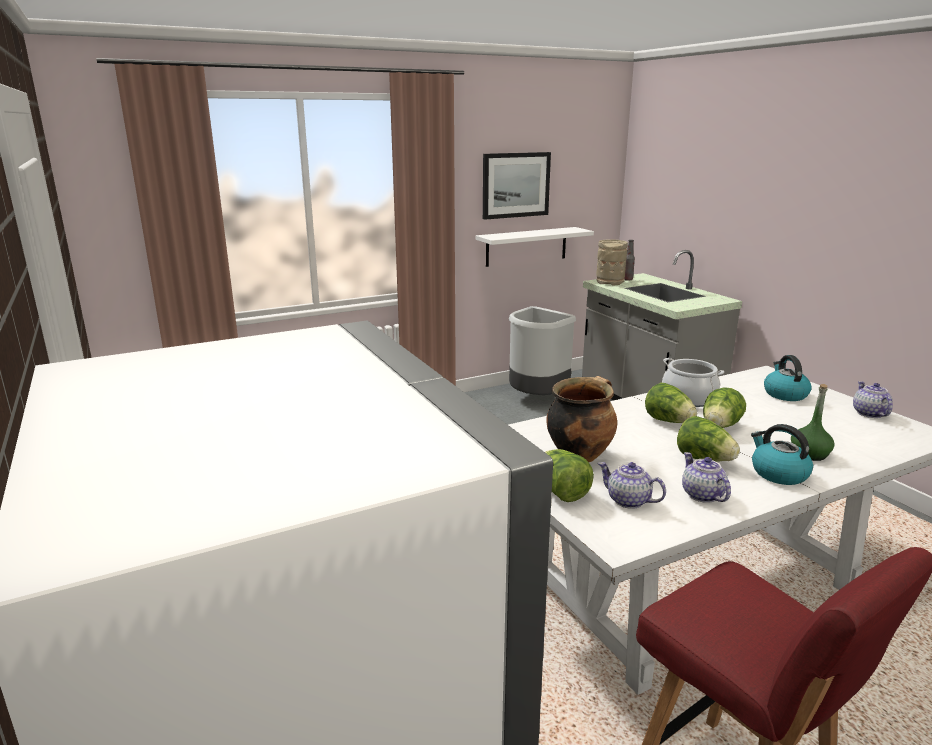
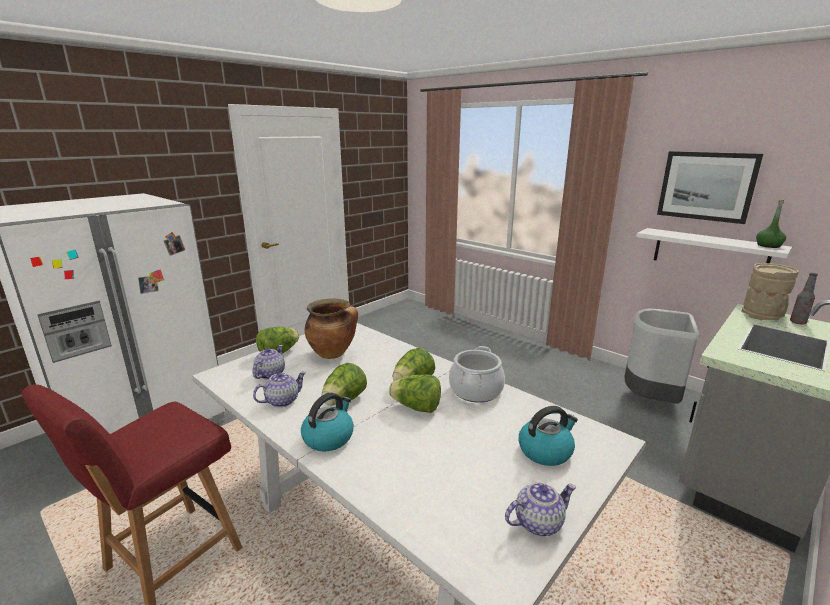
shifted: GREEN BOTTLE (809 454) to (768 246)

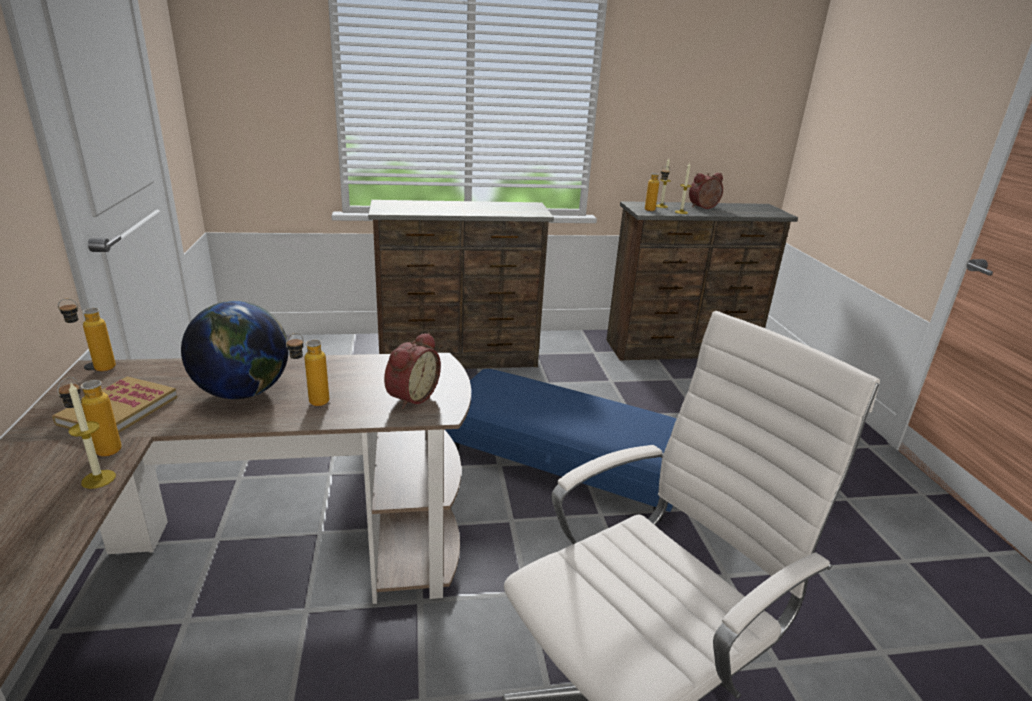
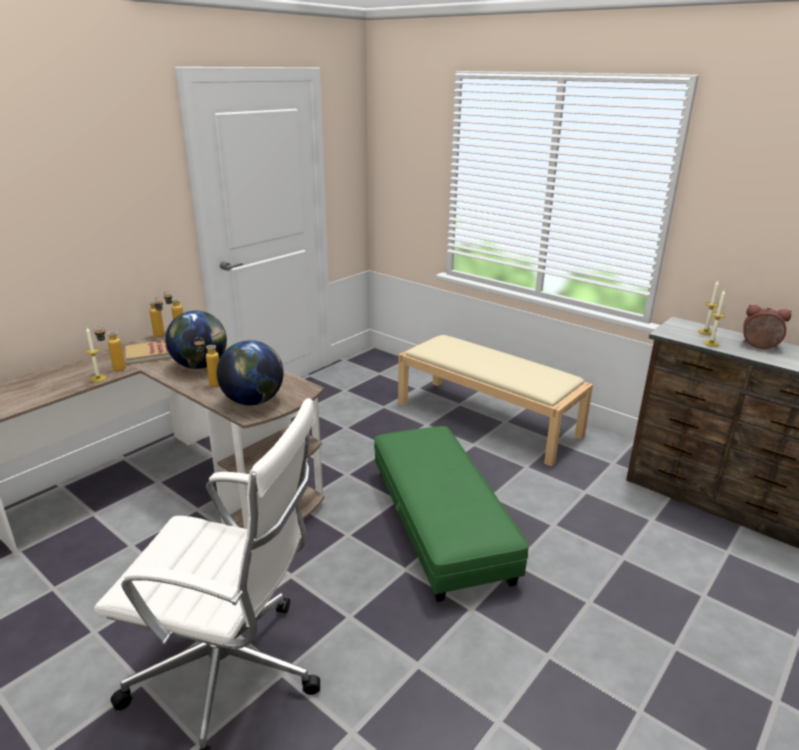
shifted: BOTTLE (654 210) to (161 337)
swapped: ALARM CLOCK (410 397) to GLOBE (253 401); BROWN DRESSER (459 358) to BEIGE BENCH (488 419)
repainted: BLUE OTTOMAN (564 462) to GREEN OTTOMAN (440 524)

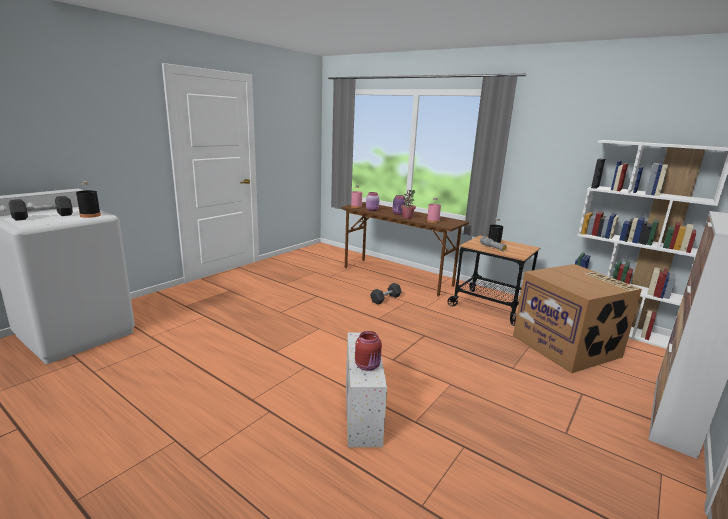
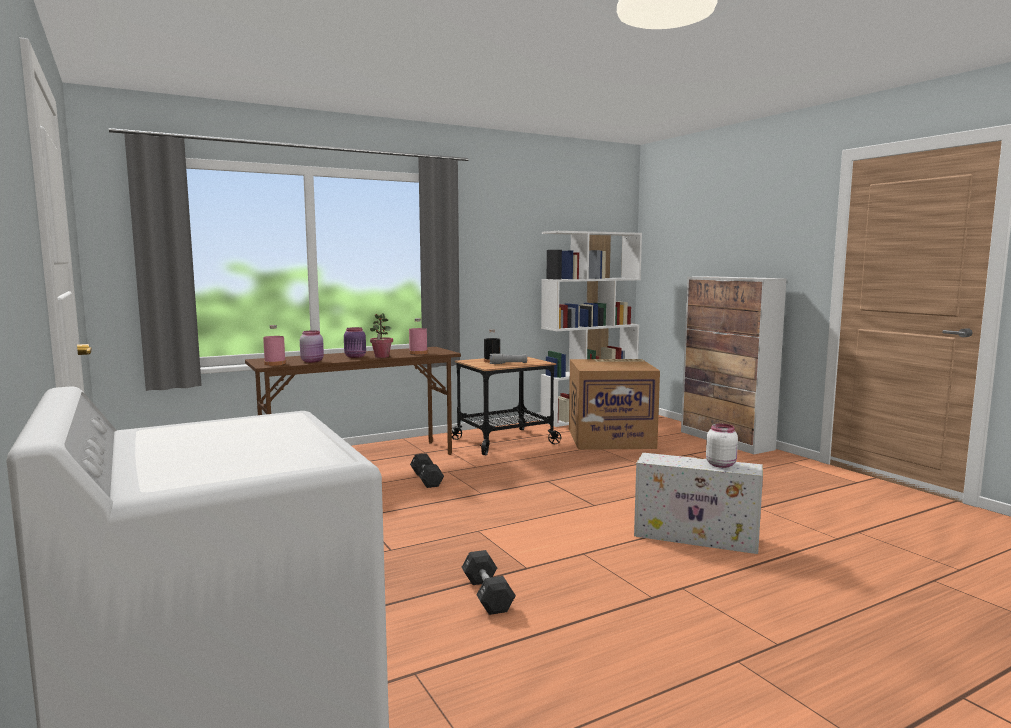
gone: BLACK BOTTLE (90 215)
shifted: BLACK DUMBBELL (43 216) to (487 595)
repainted: RED JAR (368 366) to WHITE JAR (721 464)

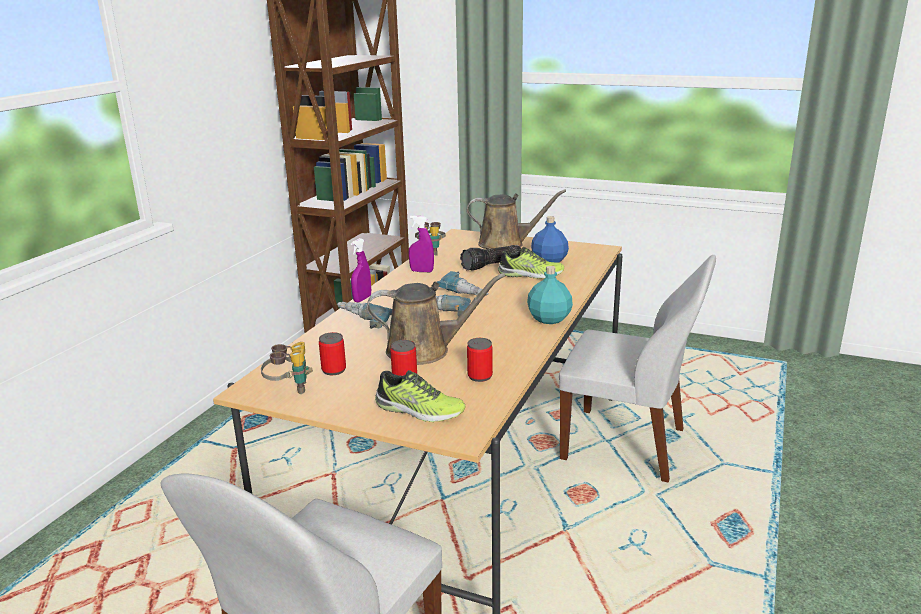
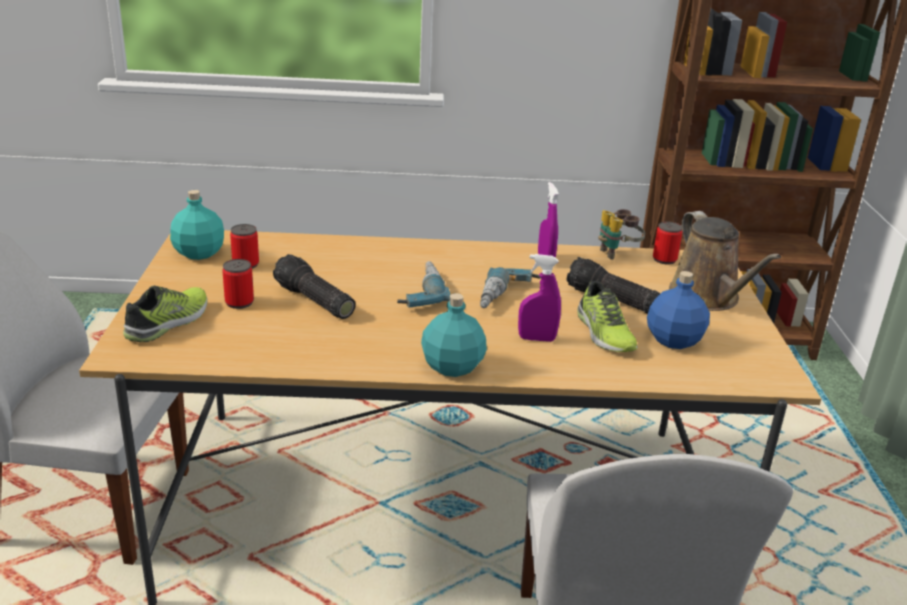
gone: POWER DRILL (358 322)
shifted: PURPLE SPRAY BOTTLE (362 299) to (536 339); CAN (480 376) to (664 259)
swapped: BINOCULARS (289 389) to TURQUOISE BOTTLE (198 253); BROWN WATERING CAN (424 350) to FLASHLIGHT (313 301)
rotated: SHOE (419 410) = (169 322) 150 degrees counterclockwise

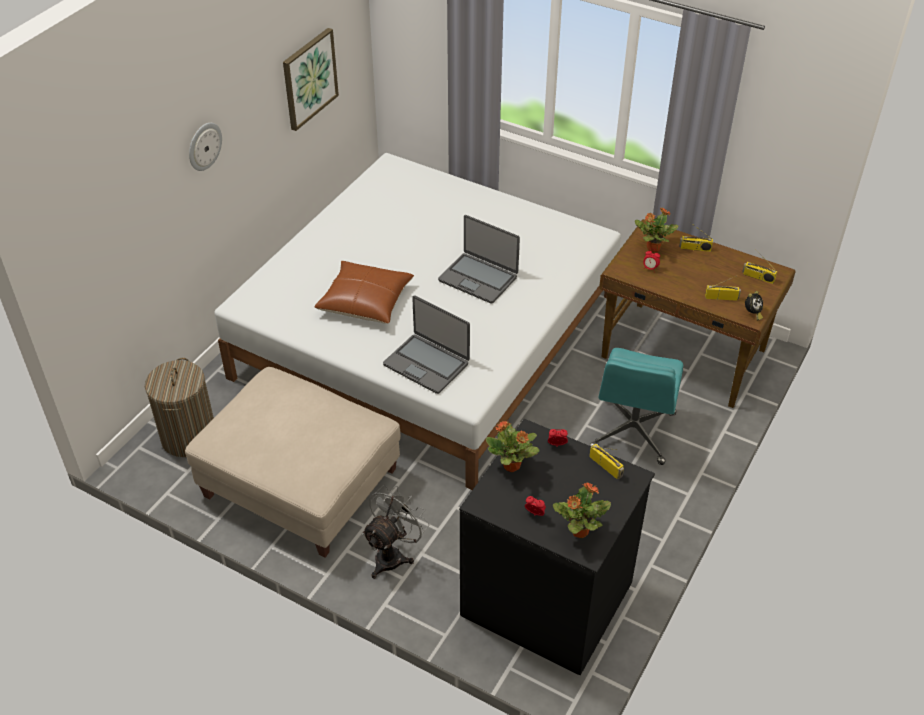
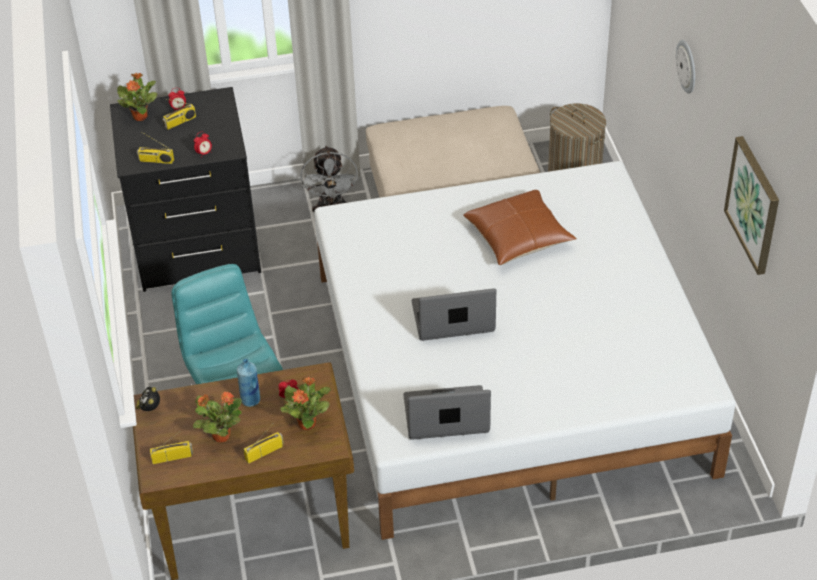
new: BLUE BOTTLE (251 400)
shifted: RADIO (721 297) to (180 122); POTTED PLANT (512 466) to (220 436); LAPTOP (427 364) to (446 416)

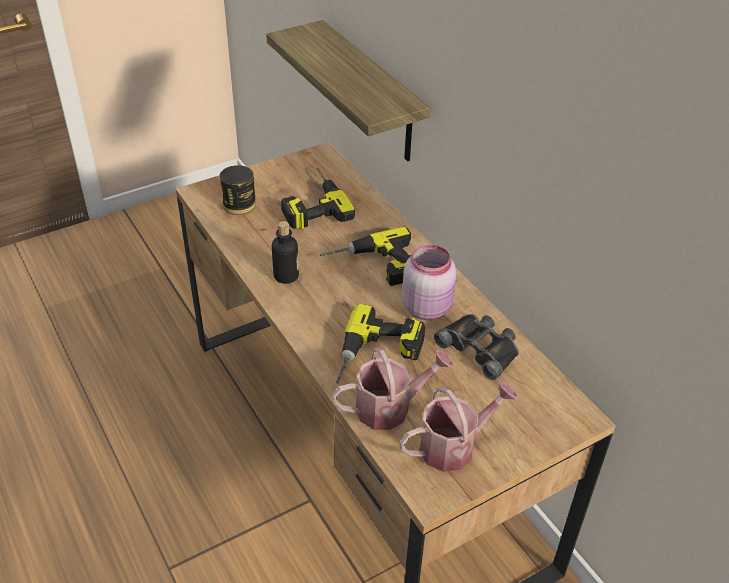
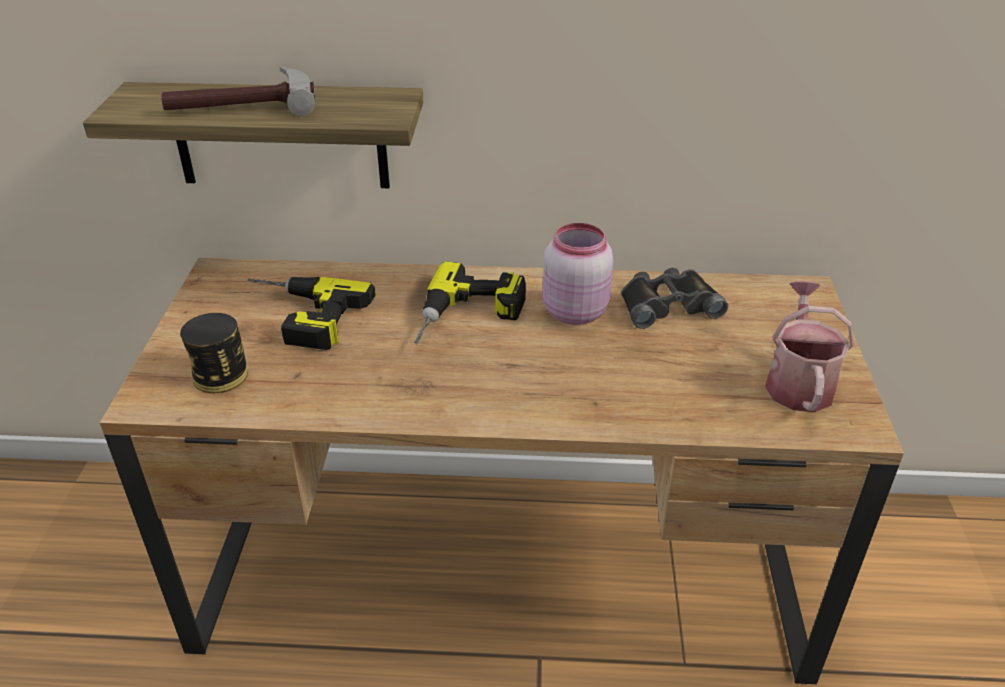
gone: BOTTLE (286 276); WATERING CAN (390 407); POWER DRILL (378 356)
new: HAMMER (242 105)

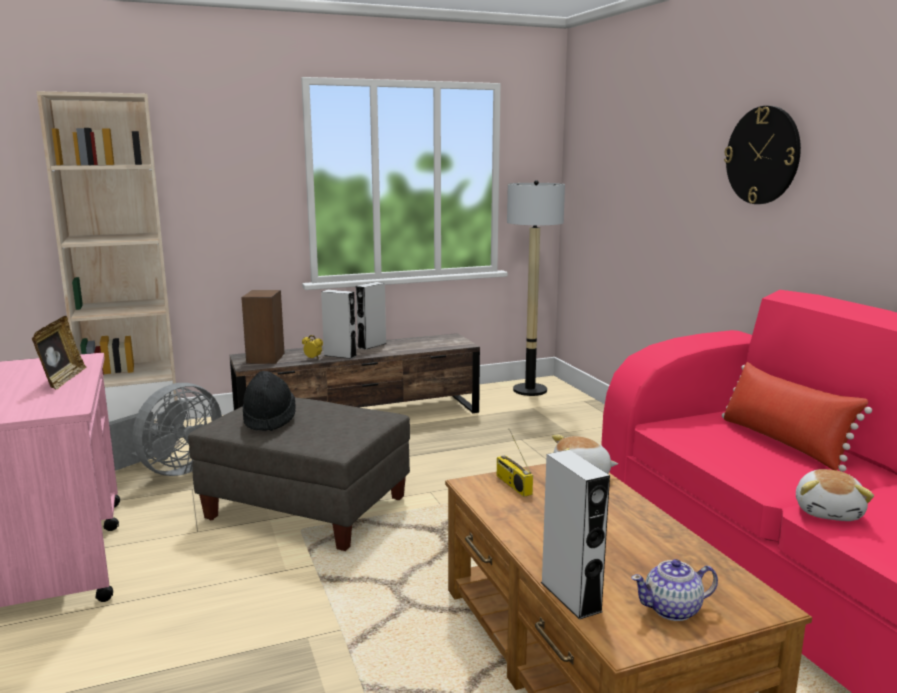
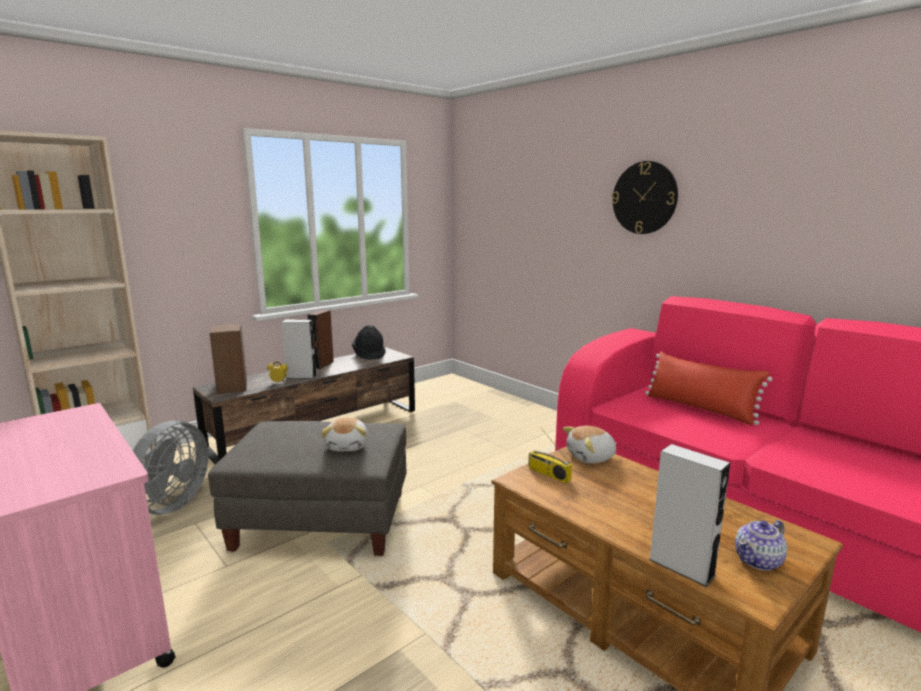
gone: PICTURE FRAME (62 380); FLOOR LAMP (530 390)
shifted: PLUSH TOY (829 512) to (348 446); BLACK HAT (269 420) to (369 355)
repainted: GREY SPEAKER (372 345) to BROWN SPEAKER (322 365)

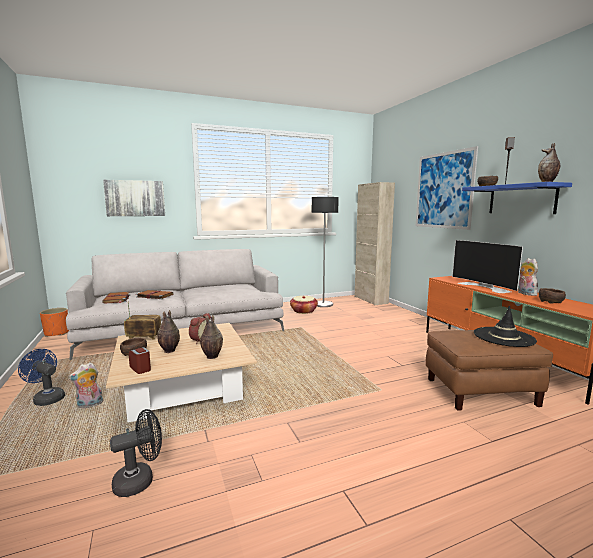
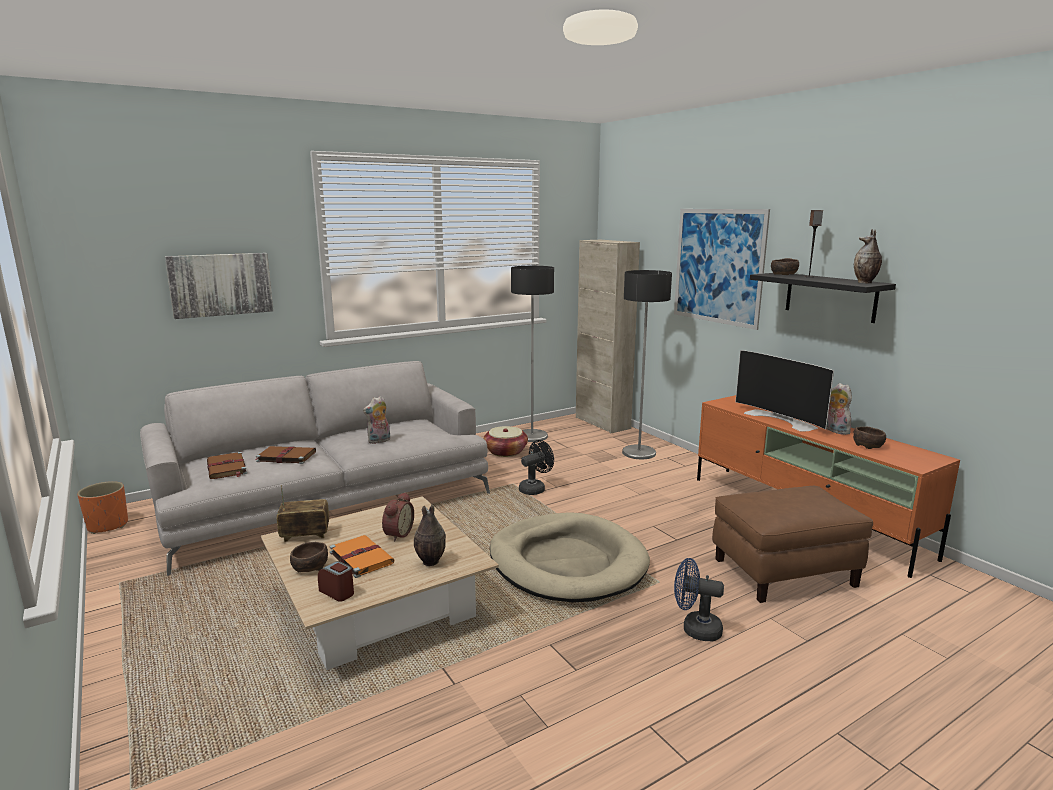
gone: BLACK HAT (503 337)
new: BEIGE DOG BED (567 563); FLOOR LAMP (639 453)
shifted: PLUSH TOY (89 405) to (379 441); BLACK FAN (140 480) to (535 488); BLUE FAN (46 398) to (695 629)
swapped: VASE (169 351) to ORANGE BOOK (360 557)
repainted: BLUE SHELF (521 199) to BLACK SHELF (830 297)

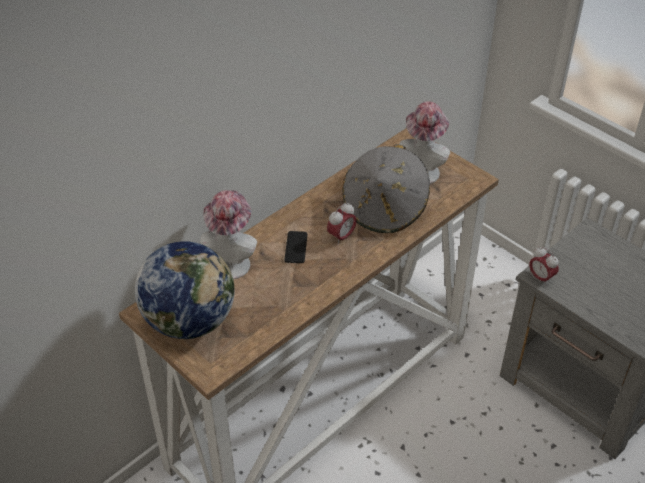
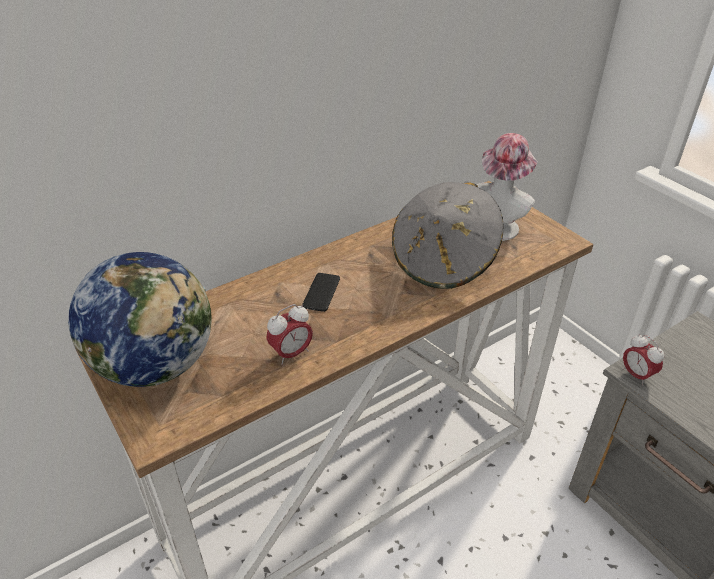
gone: HAT (231 261)
shifted: ALARM CLOCK (341 237) to (291 354)

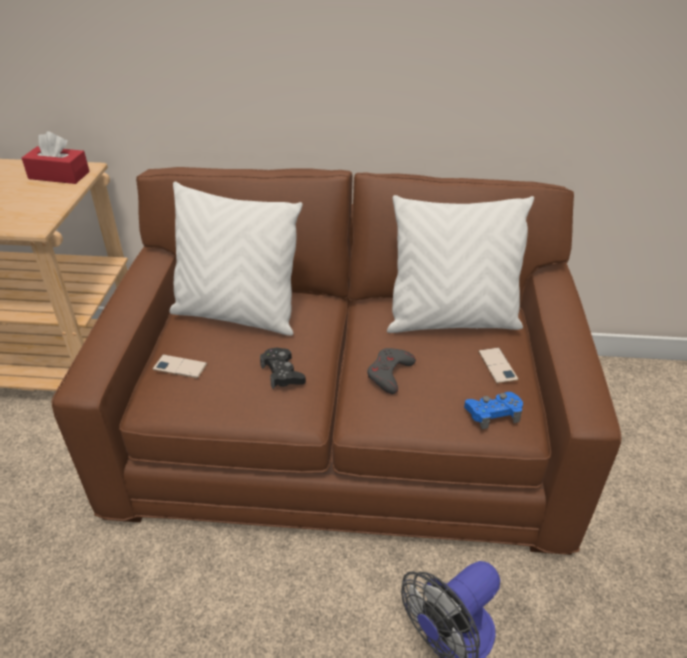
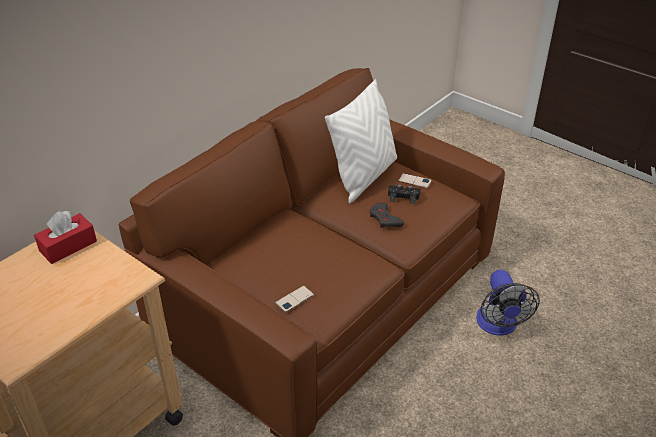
gone: WHITE PILLOW (237 315); BLUE GAME CONTROLLER (493 413)
shifted: BLACK GAME CONTROLLER (282 373) to (403 197)

